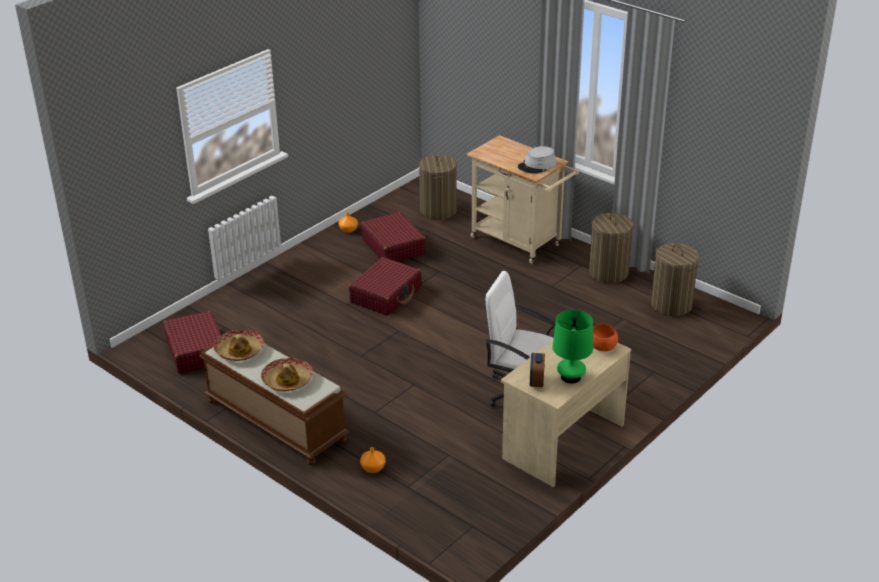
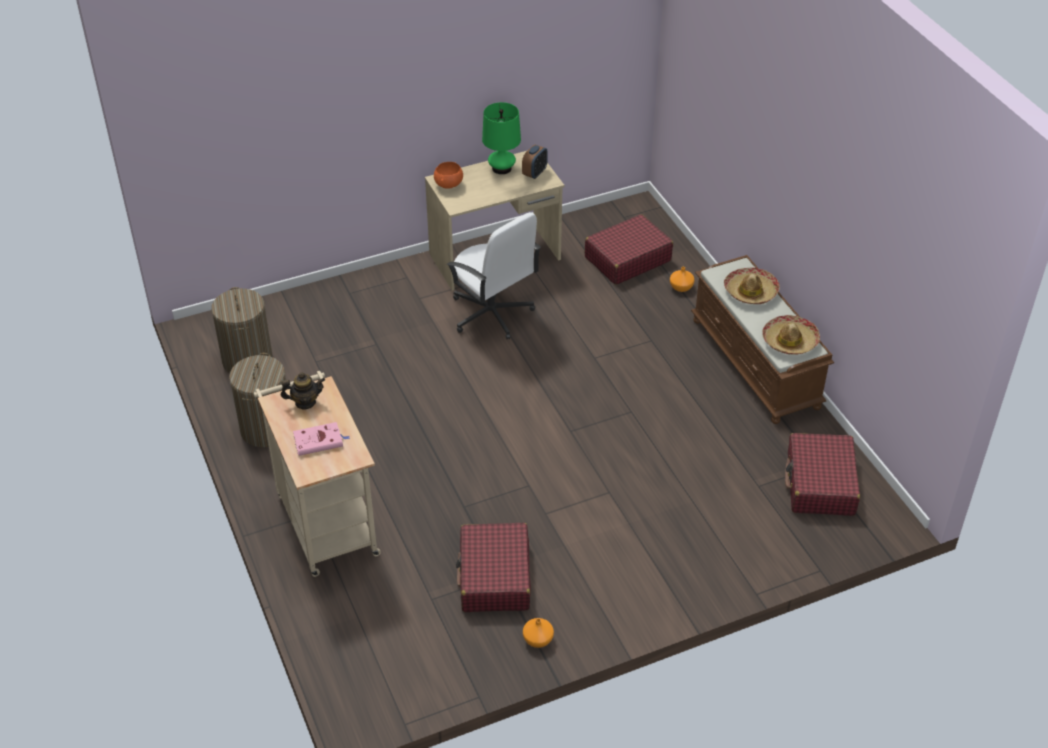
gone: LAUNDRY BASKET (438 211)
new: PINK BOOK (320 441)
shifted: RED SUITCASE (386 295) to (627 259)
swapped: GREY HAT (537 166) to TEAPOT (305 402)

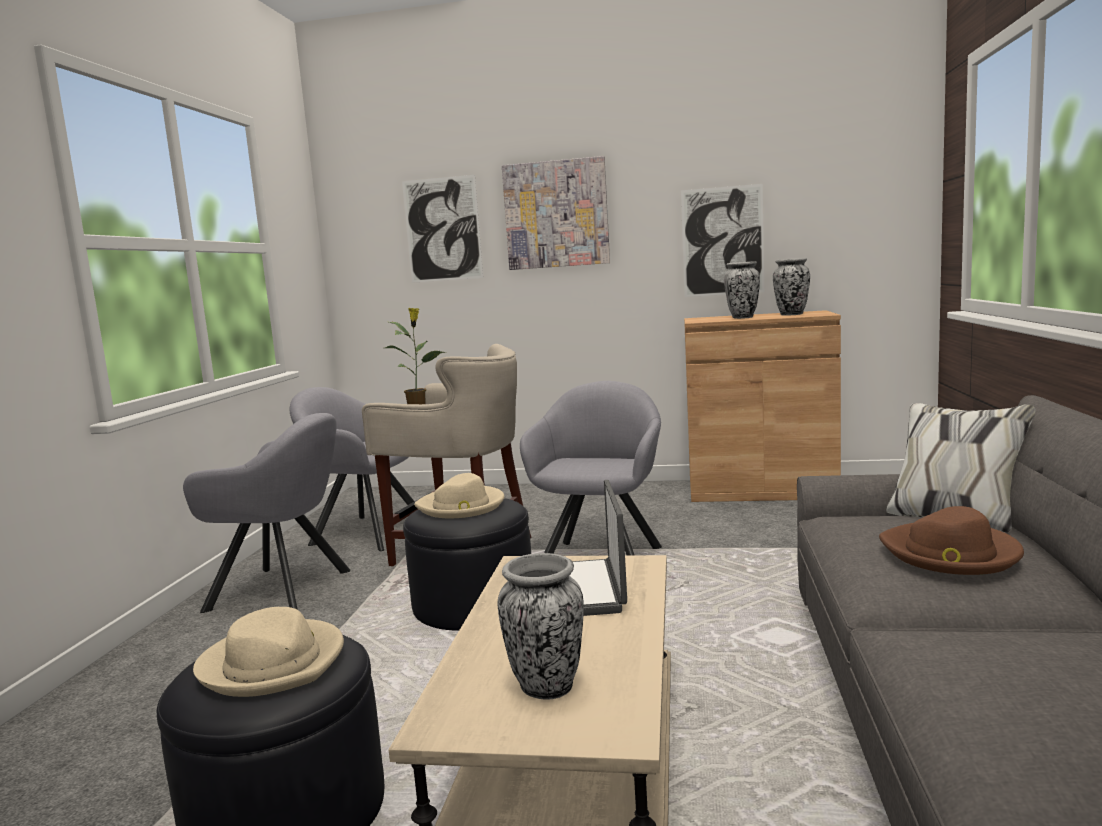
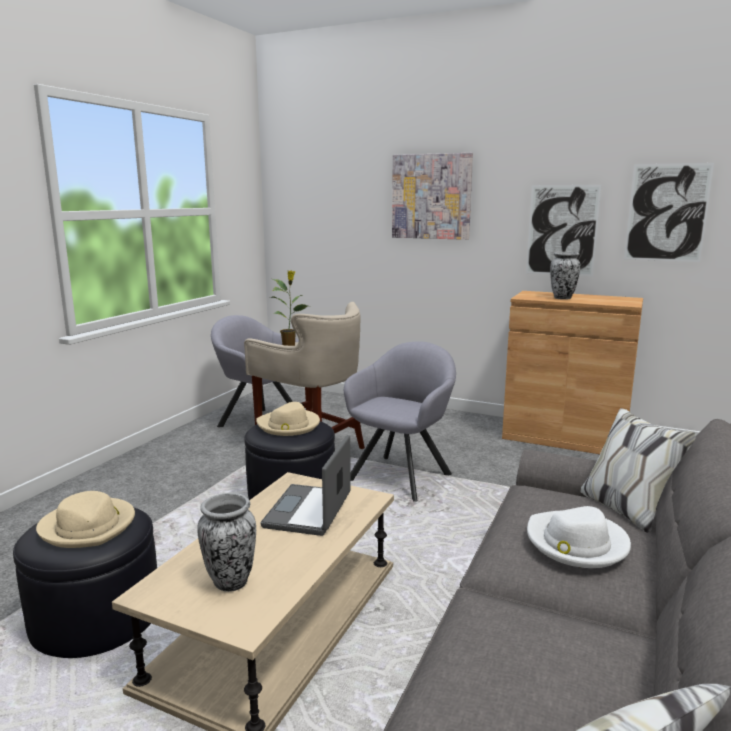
gone: GREY ARMCHAIR (287 590); VASE (791 314)
shifted: PICTURE (442 229) to (666 213)
repainted: BROWN HAT (950 553) to WHITE HAT (576 543)

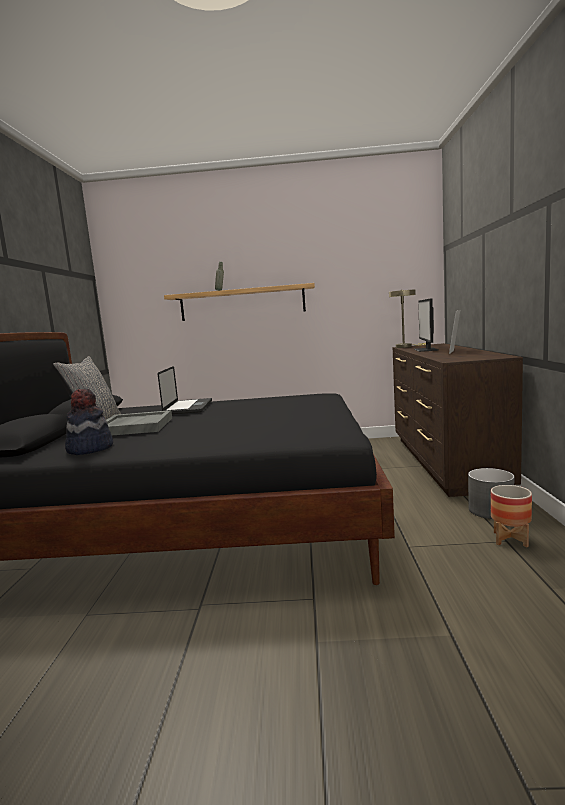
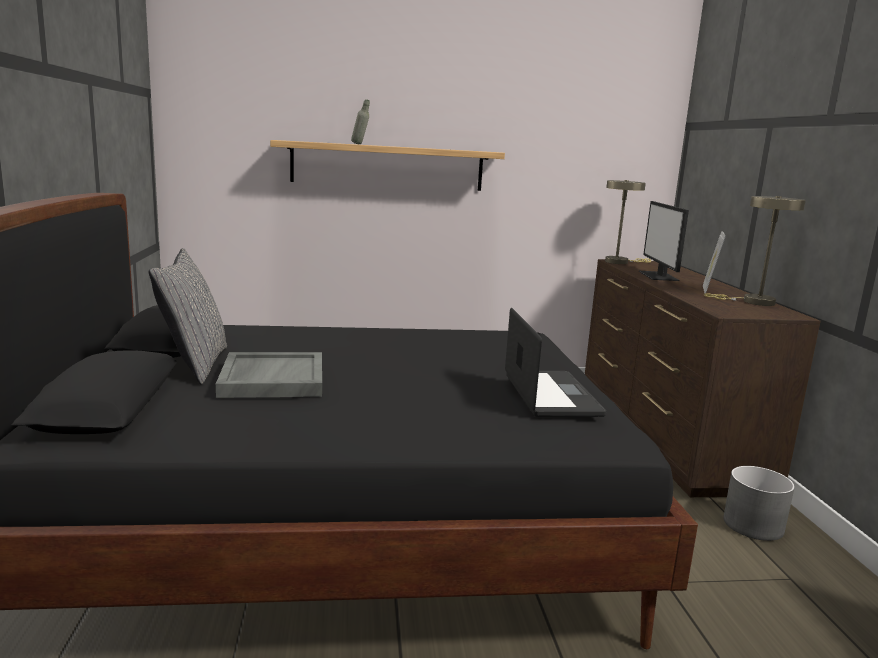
gone: HAT (89 449); PLANTER (510 539)
new: BEIGE TABLE LAMP (752 302)
shifted: LAPTOP (188 407) to (551 395)

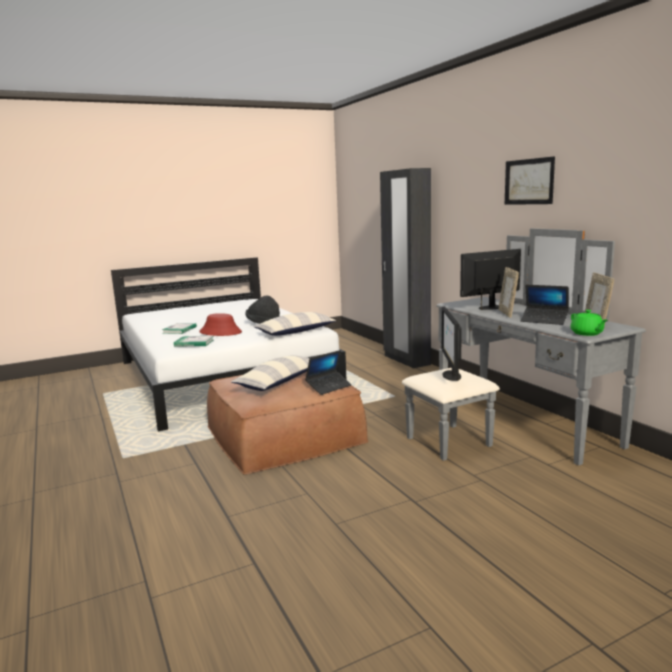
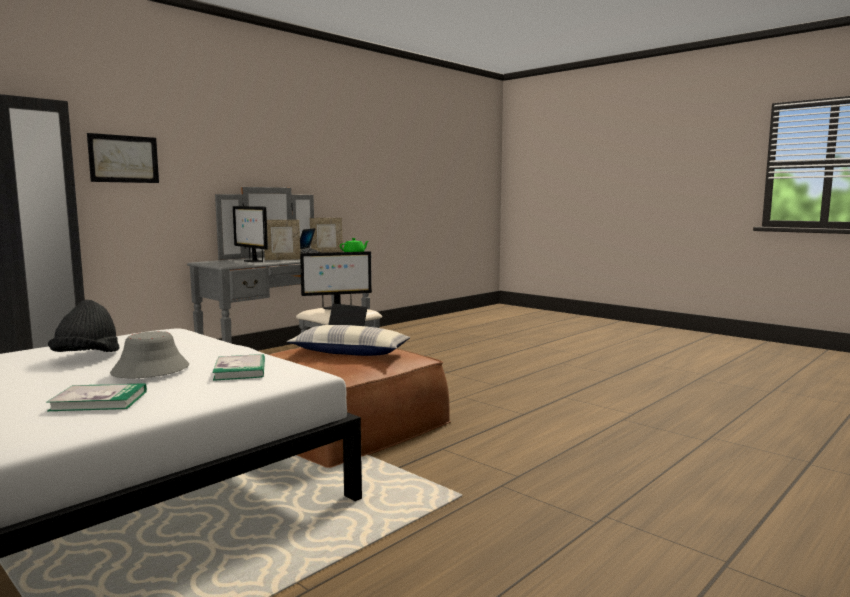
gone: PILLOW (295 332)
shifted: PICTURE (529 181) to (124 159)
repainted: RED HAT (220 332) to GREY HAT (150 370)

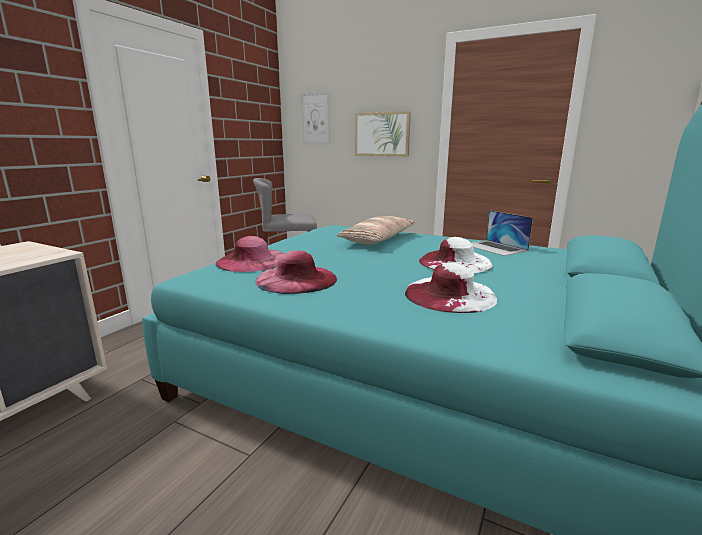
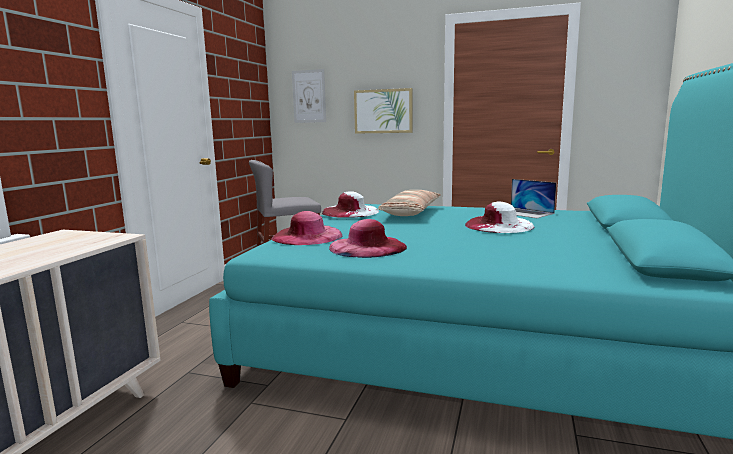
shifted: WHITE HAT (450 294) to (350 212)

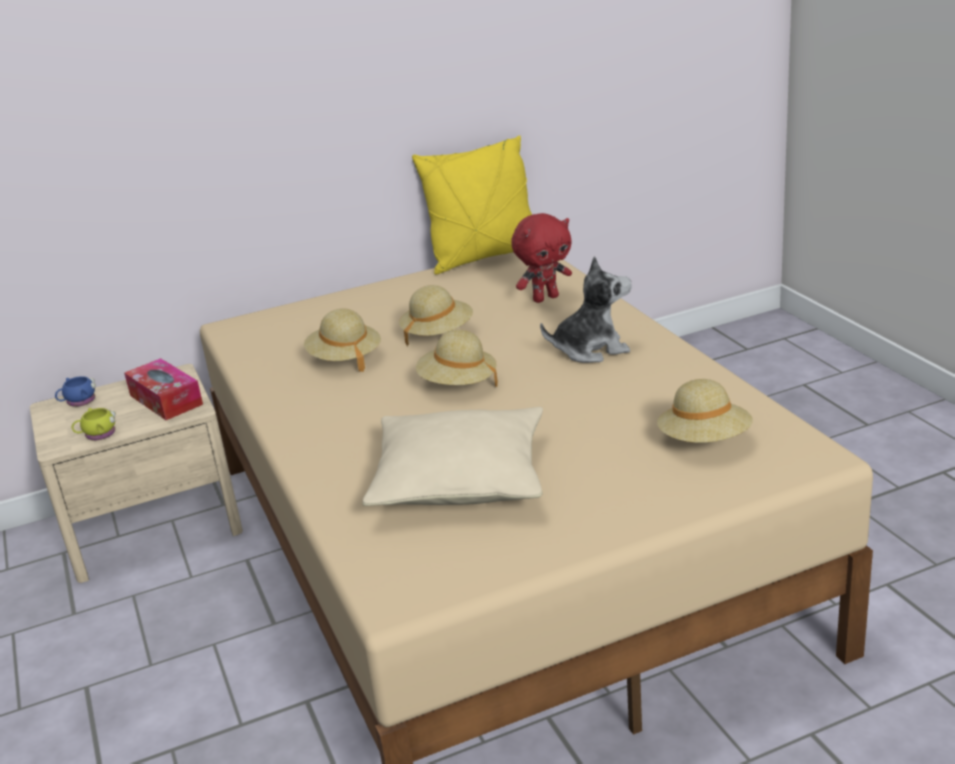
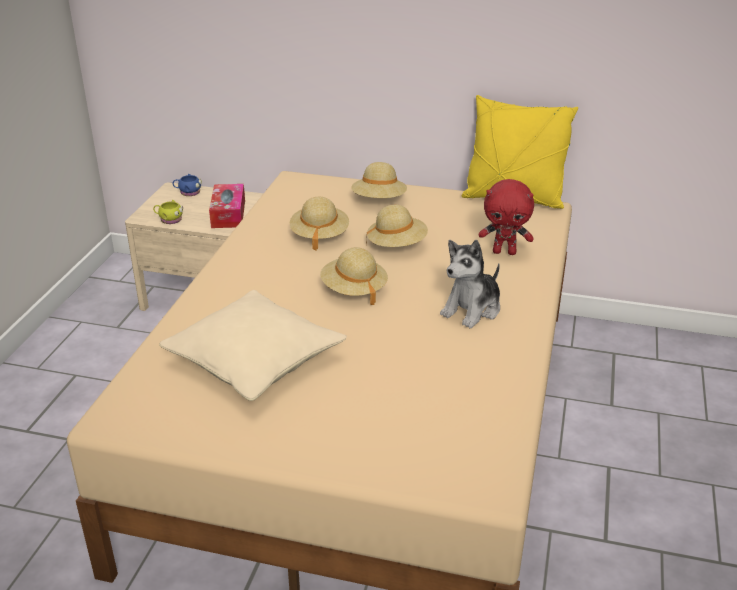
shifted: BEIGE HAT (704 441) to (379 200)
rotated: PLUSH TOY (590 350) = (472 309) 105 degrees clockwise

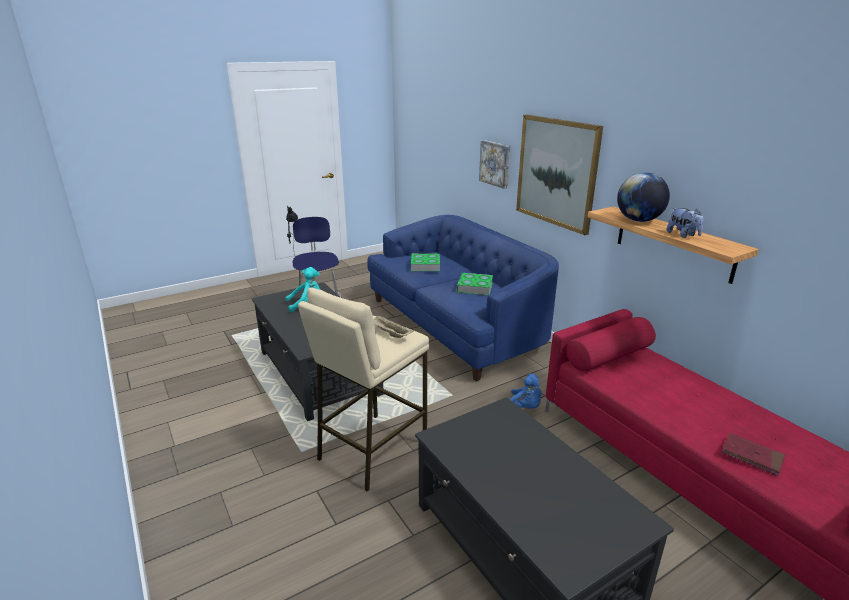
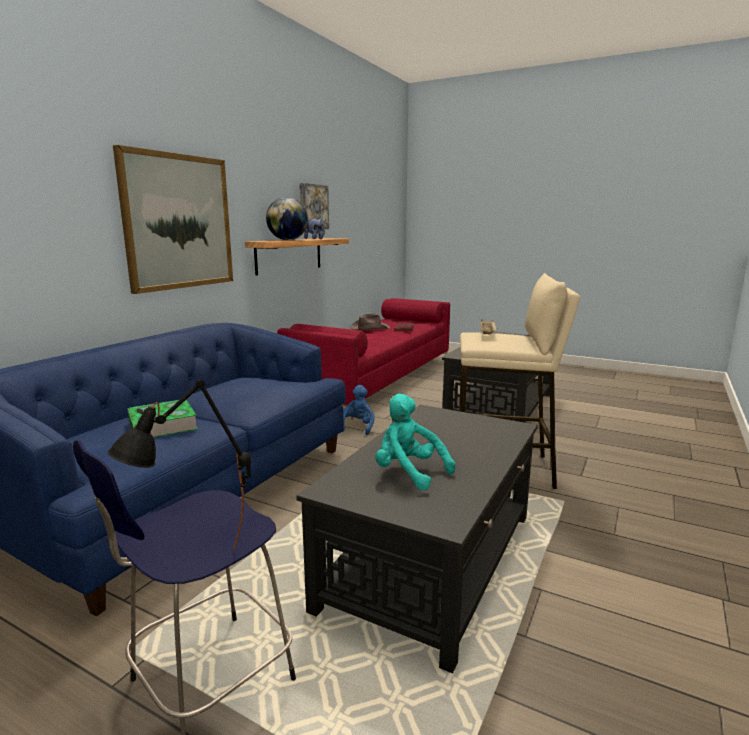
gone: BOOK (474 287)
new: BROWN HAT (369 328)
shifted: PICTURE (495 163) to (312 207)

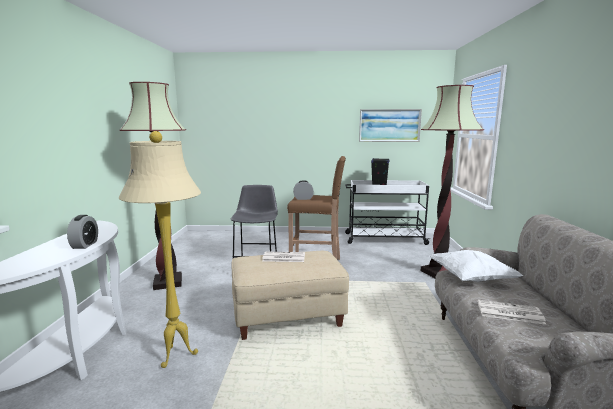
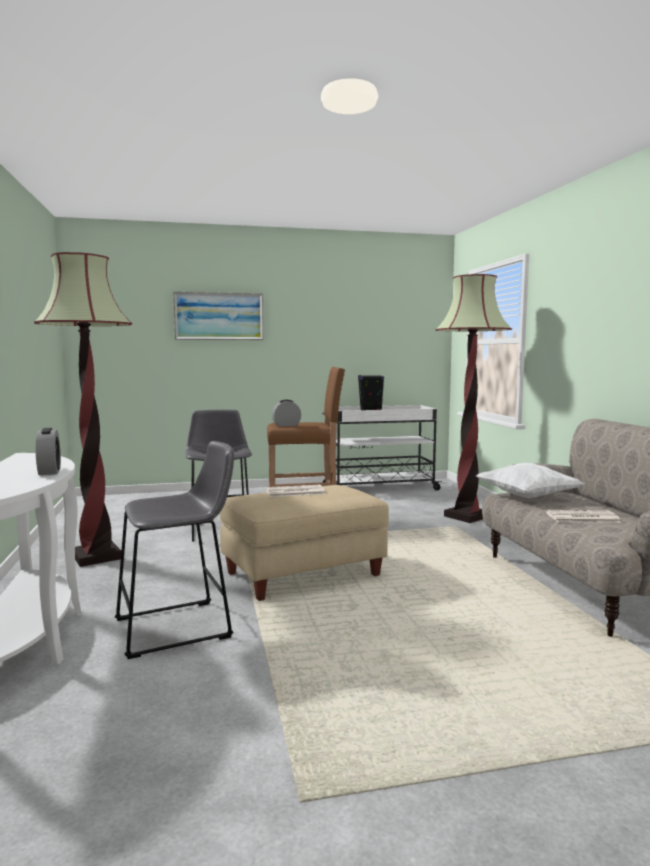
shifted: PICTURE (389 125) to (219 316)
swapped: BEIGE FLOOR LAMP (176 357) to GREY STOOL (180 627)

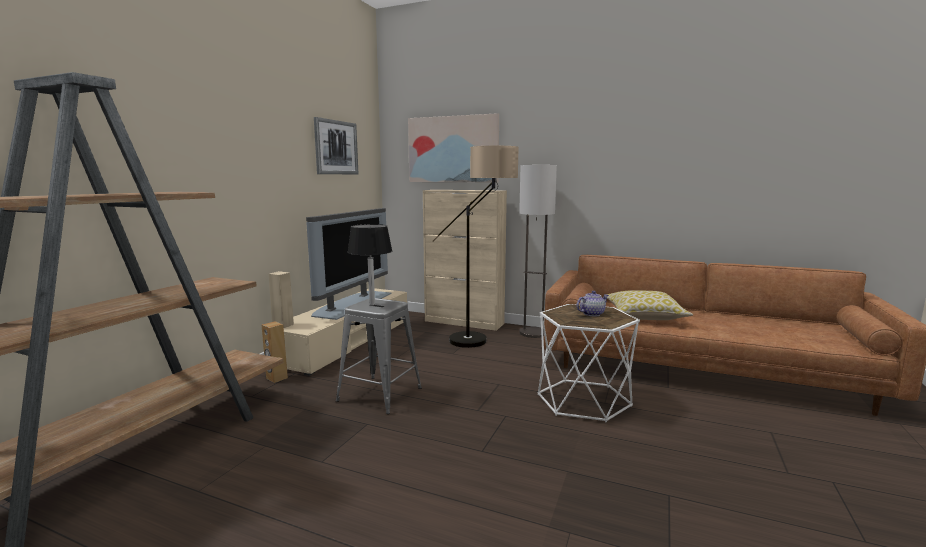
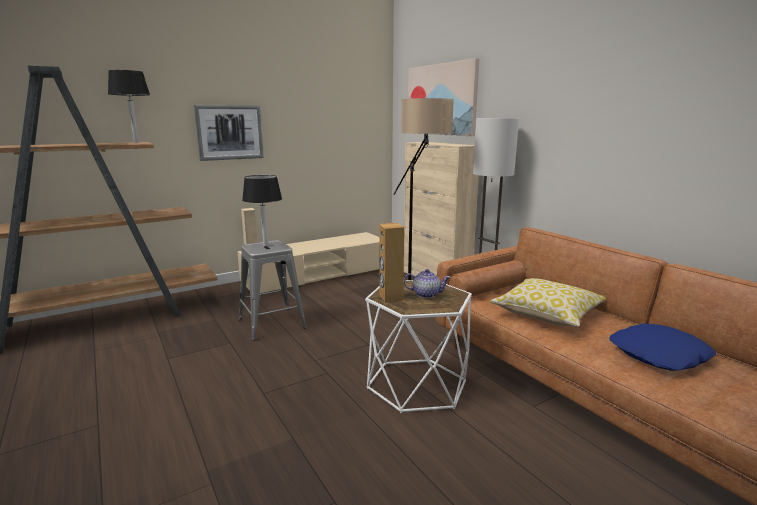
gone: TELEVISION (352 304)
new: BLACK TABLE LAMP (136 142); BLUE PILLOW (659 355)
shifted: PICTURE (336 147) to (230 132); BROWN SPEAKER (276 378) to (390 297)

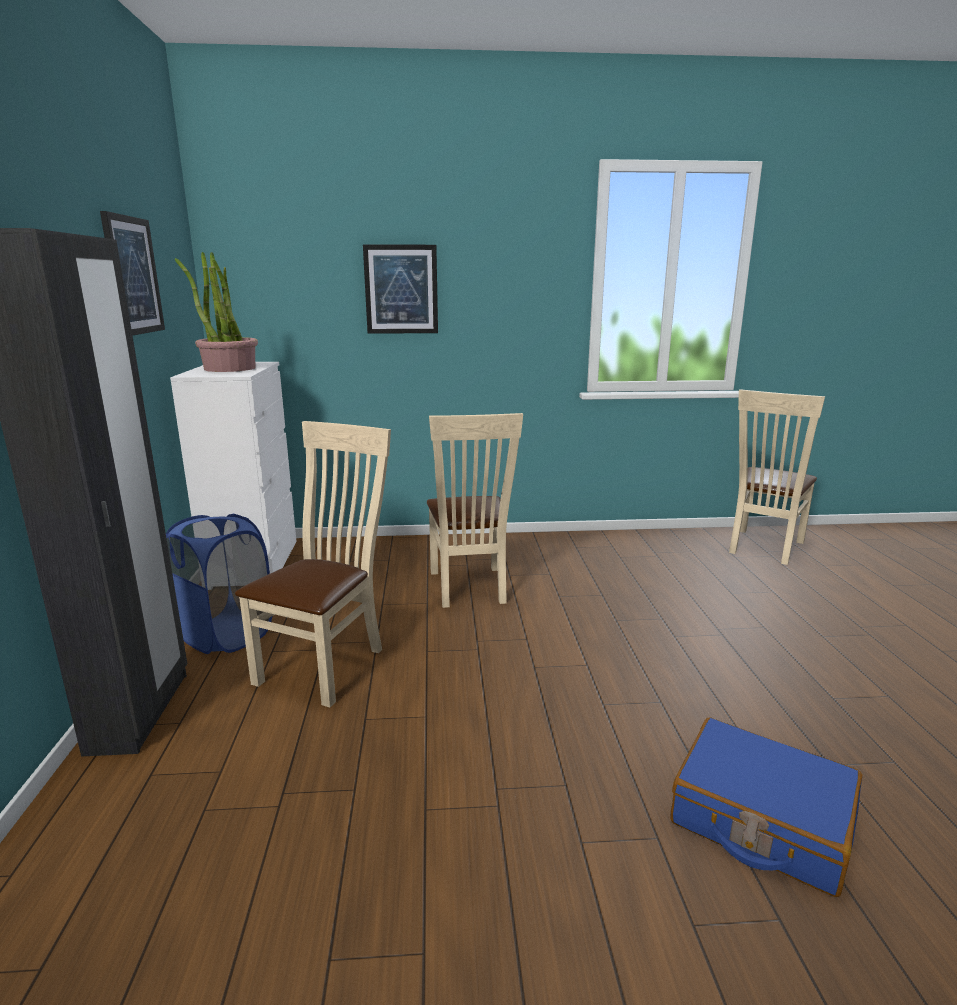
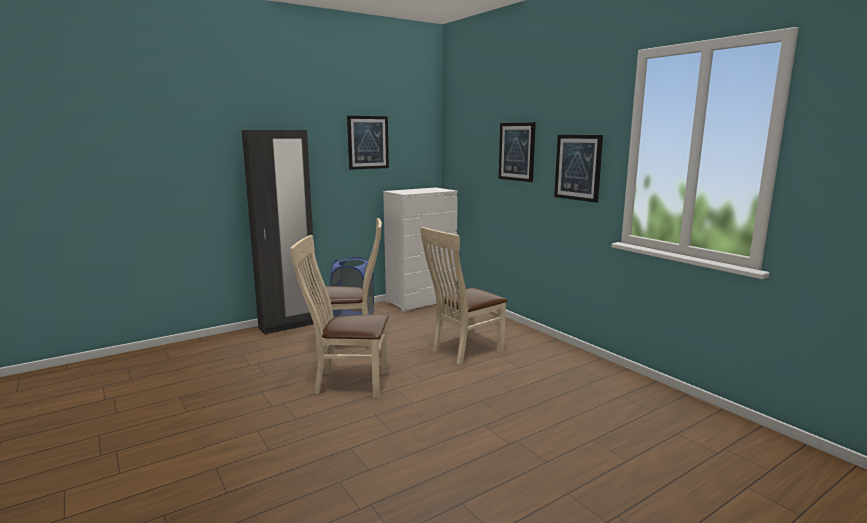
gone: POTTED PLANT (229 368); BLUE SUITCASE (760 820)
new: PICTURE (578 167)
shifted: BEIGE CHAIR (763 548) to (347 382)

